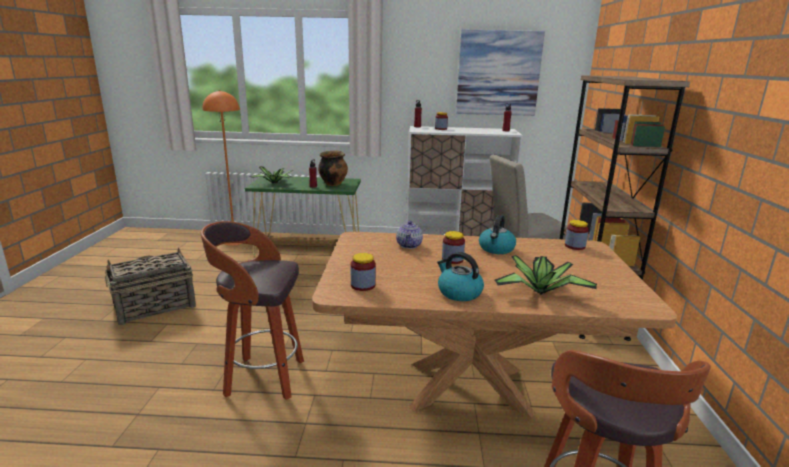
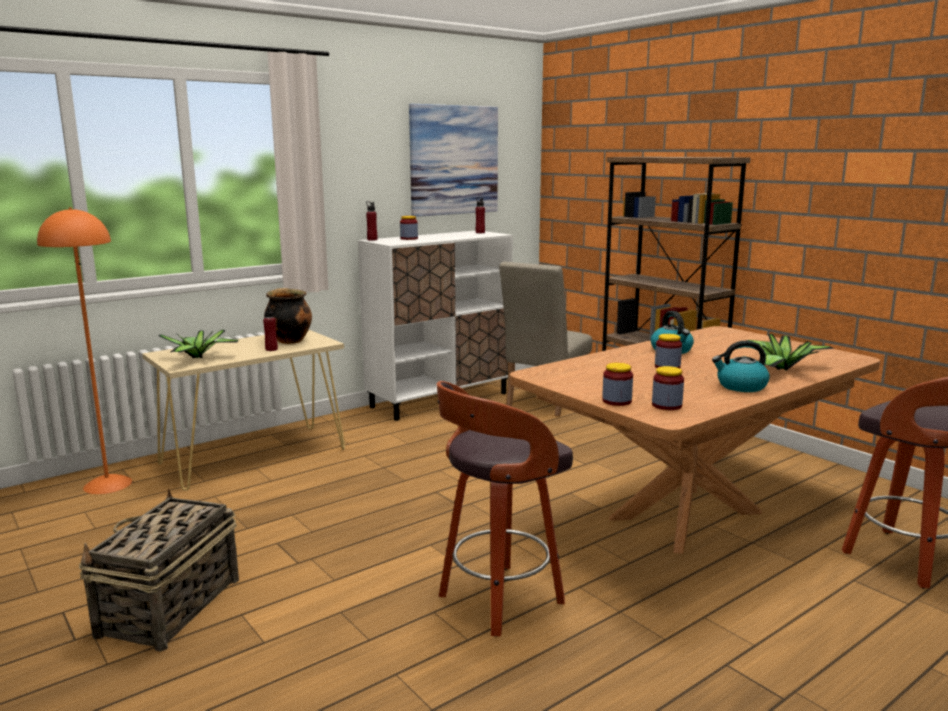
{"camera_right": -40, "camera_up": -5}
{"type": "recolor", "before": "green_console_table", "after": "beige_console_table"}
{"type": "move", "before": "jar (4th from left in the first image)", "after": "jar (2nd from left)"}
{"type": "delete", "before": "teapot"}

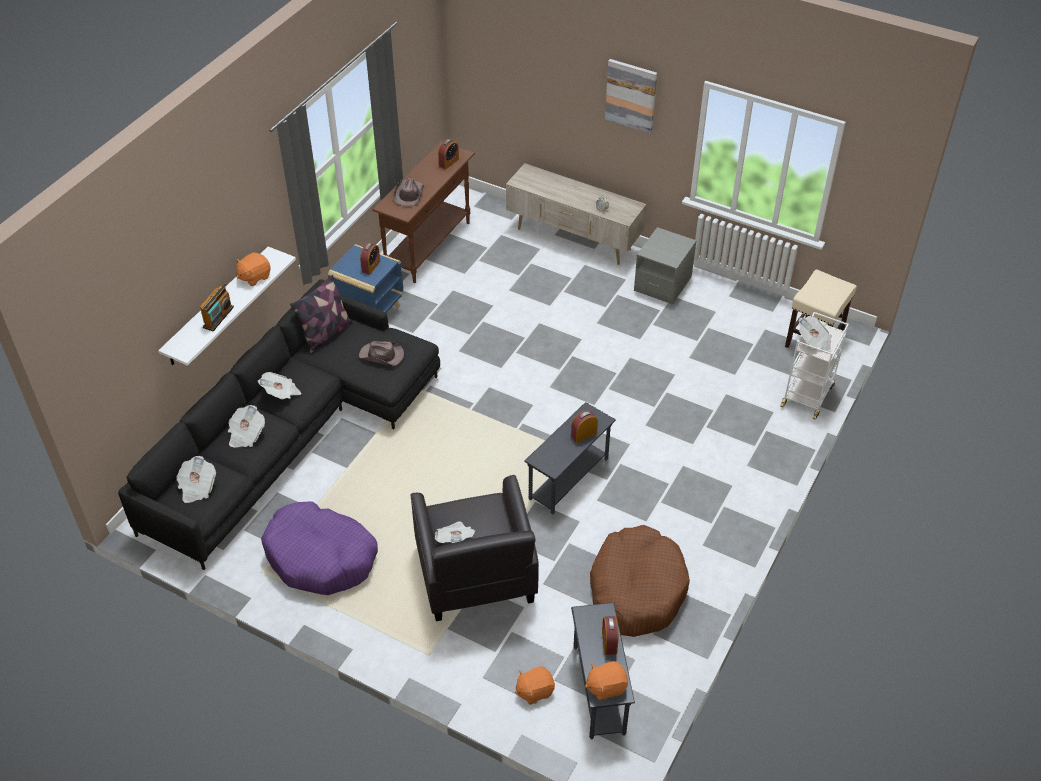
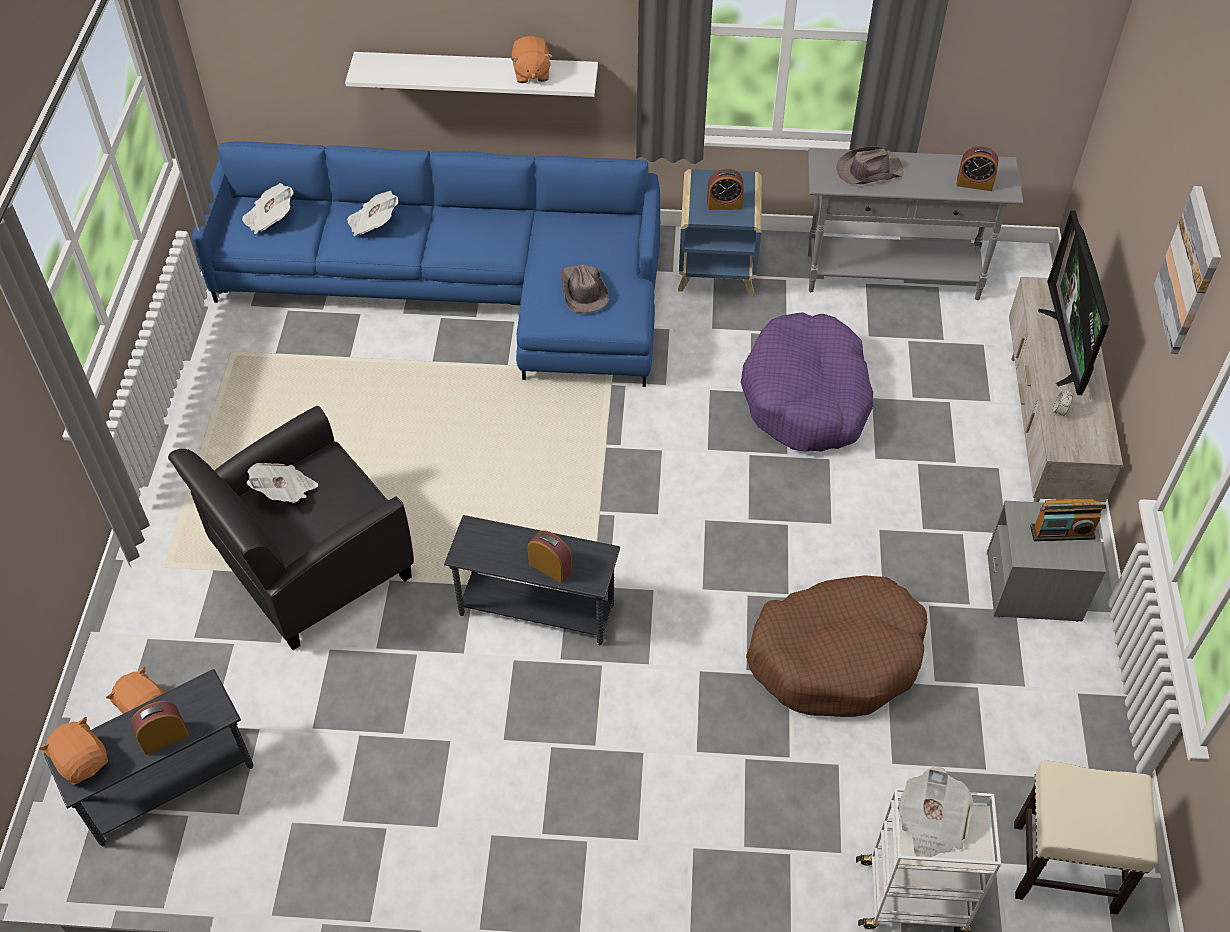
{"camera_right": 65, "camera_up": 5}
{"type": "recolor", "before": "black_sofa", "after": "blue_sofa"}
{"type": "rotate", "before": "orange_plush_toy (1st from left in the first image)", "turn": -120}
{"type": "move", "before": "purple_dog_bed"}
{"type": "move", "before": "brown_dog_bed"}
{"type": "recolor", "before": "brown_console_table", "after": "grey_console_table"}
{"type": "move", "before": "radio"}
{"type": "insert", "after": "television"}
{"type": "delete", "before": "newspaper (3rd from left)"}
{"type": "delete", "before": "pillow"}

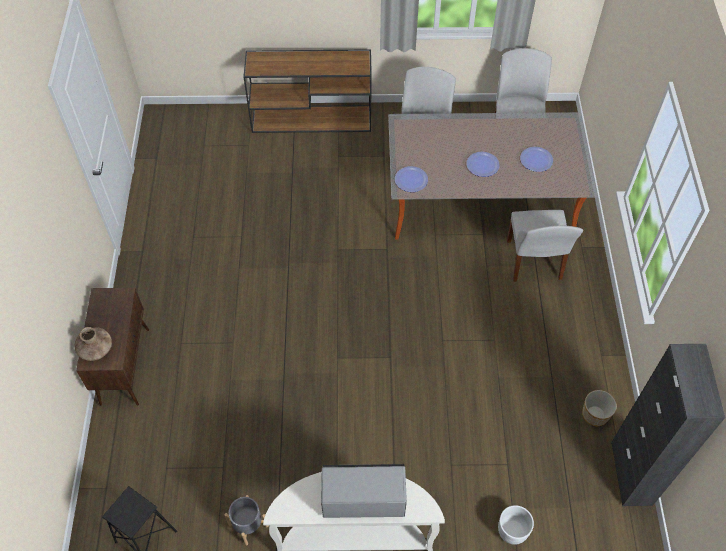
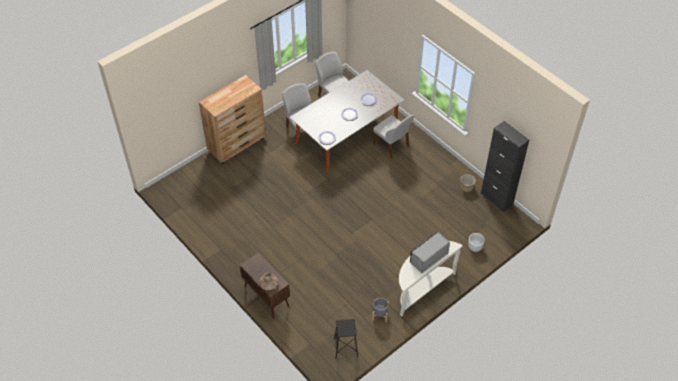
{"camera_right": -40, "camera_up": -5}
{"type": "replace", "before": "brown_console_table", "after": "brown_dresser"}

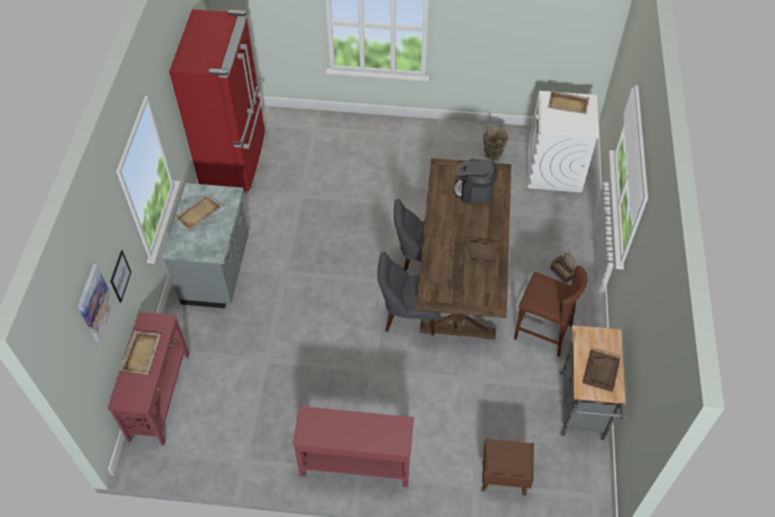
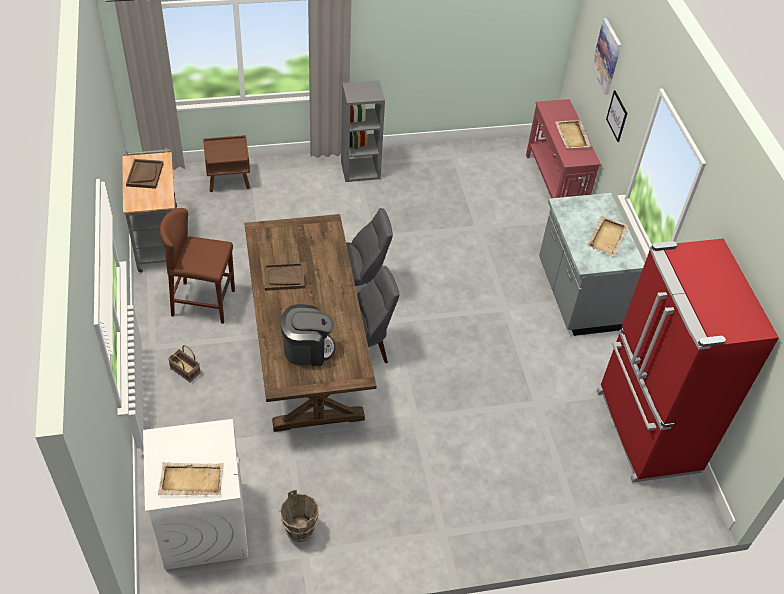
{"camera_right": 160, "camera_up": -5}
{"type": "replace", "before": "red_console_table (2nd from left)", "after": "grey_bookcase"}

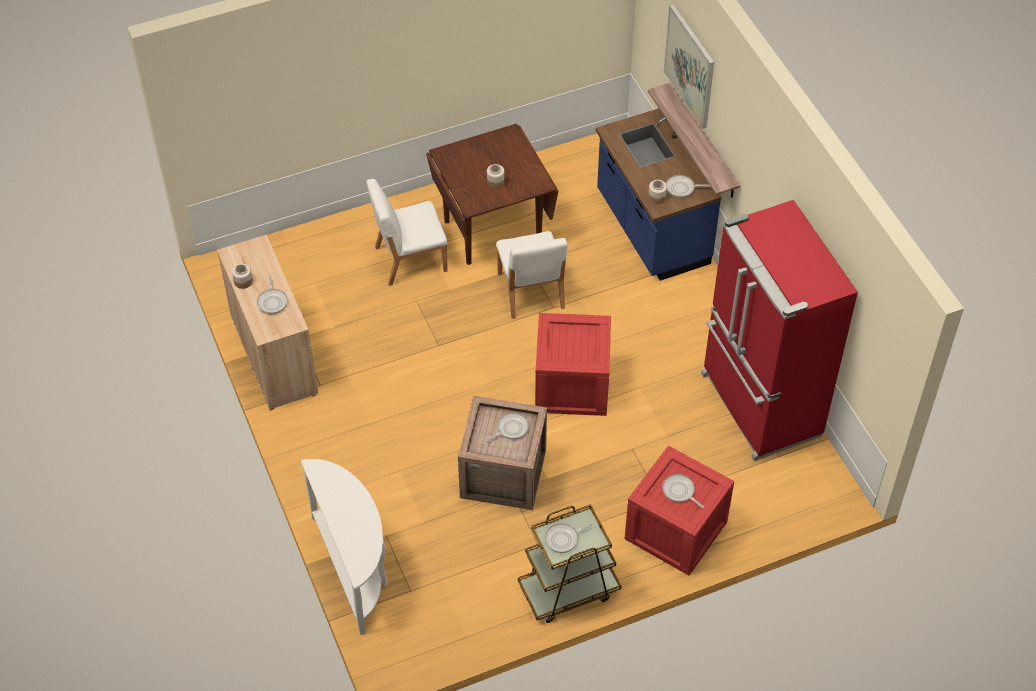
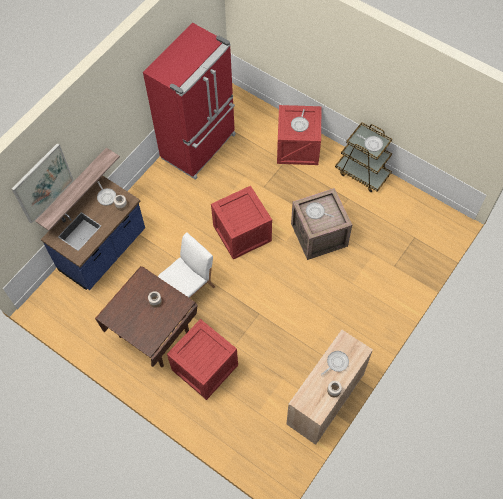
{"camera_right": -120, "camera_up": 10}
{"type": "replace", "before": "white_chair (1st from left)", "after": "crate (1st from left)"}
{"type": "delete", "before": "white_console_table"}

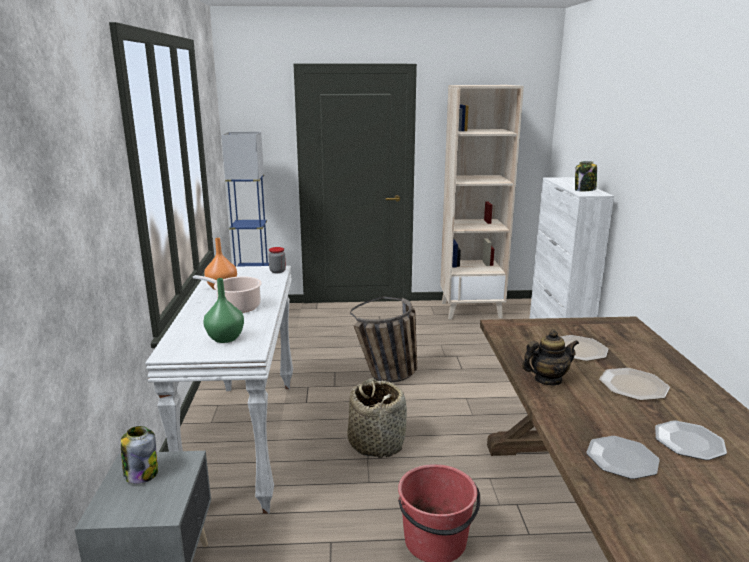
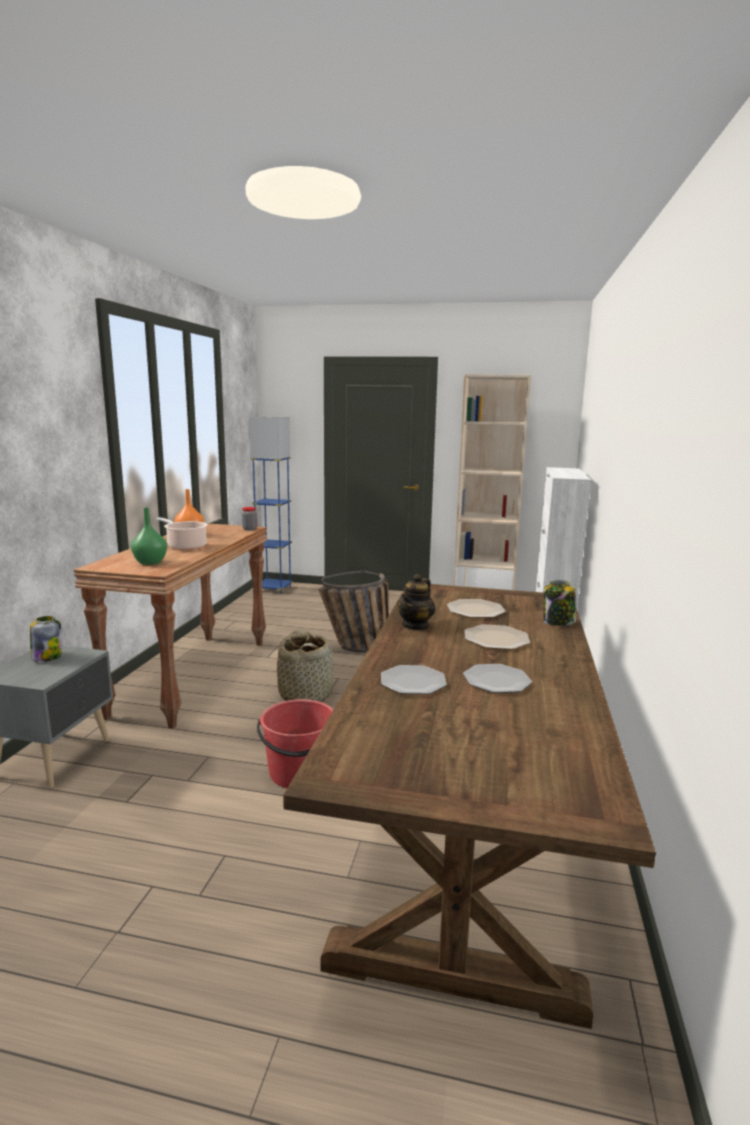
{"camera_right": 15, "camera_up": -5}
{"type": "recolor", "before": "white_console_table", "after": "brown_console_table"}
{"type": "rotate", "before": "teapot", "turn": 120}
{"type": "move", "before": "jar (3rd from left)"}

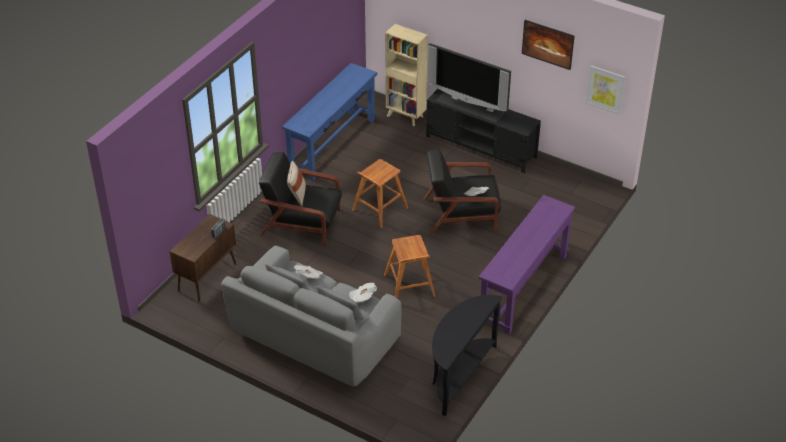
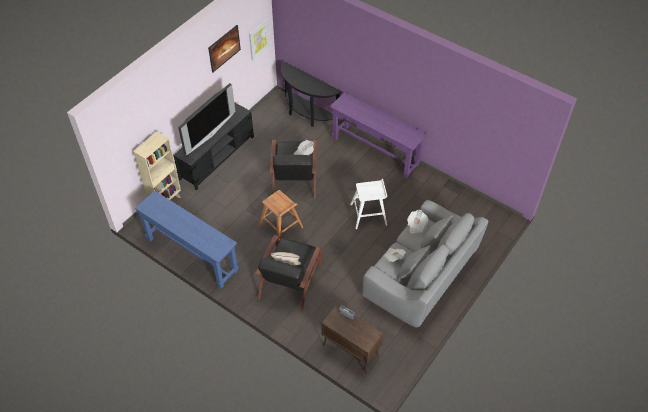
{"camera_right": -85, "camera_up": 10}
{"type": "move", "before": "black_console_table"}
{"type": "recolor", "before": "brown_stool (2nd from left)", "after": "white_stool"}

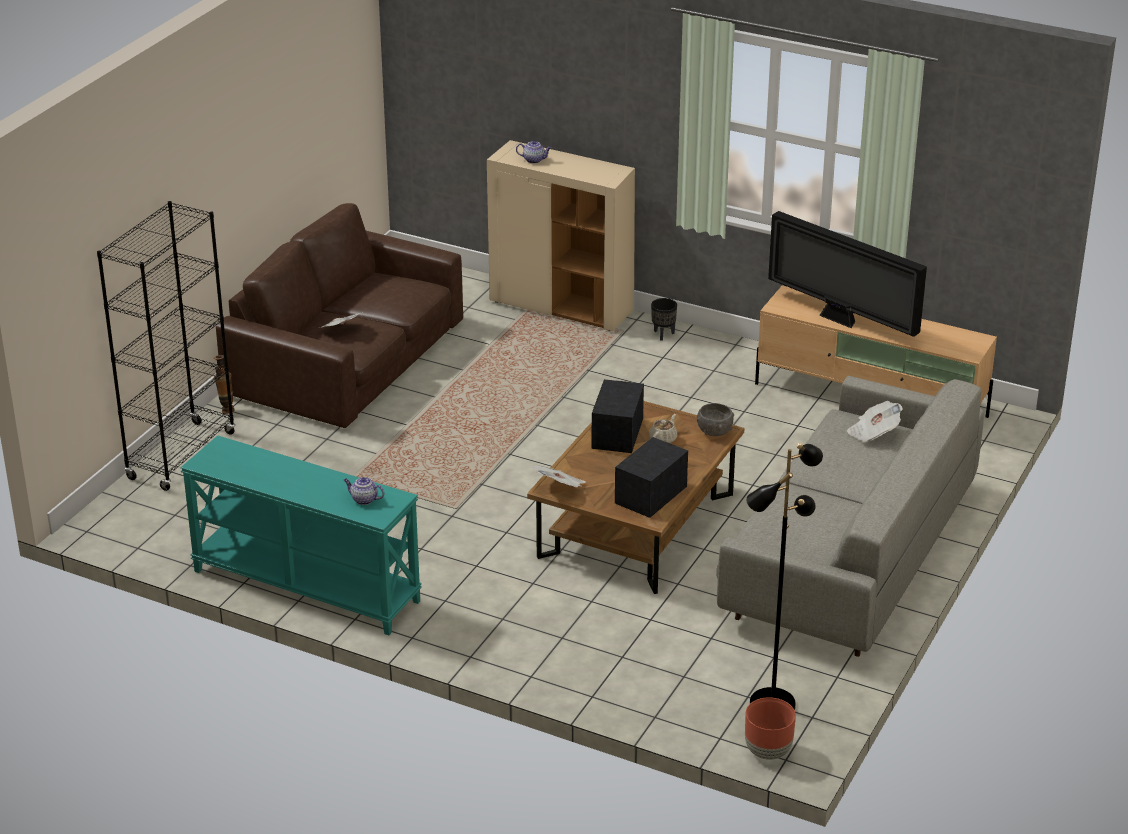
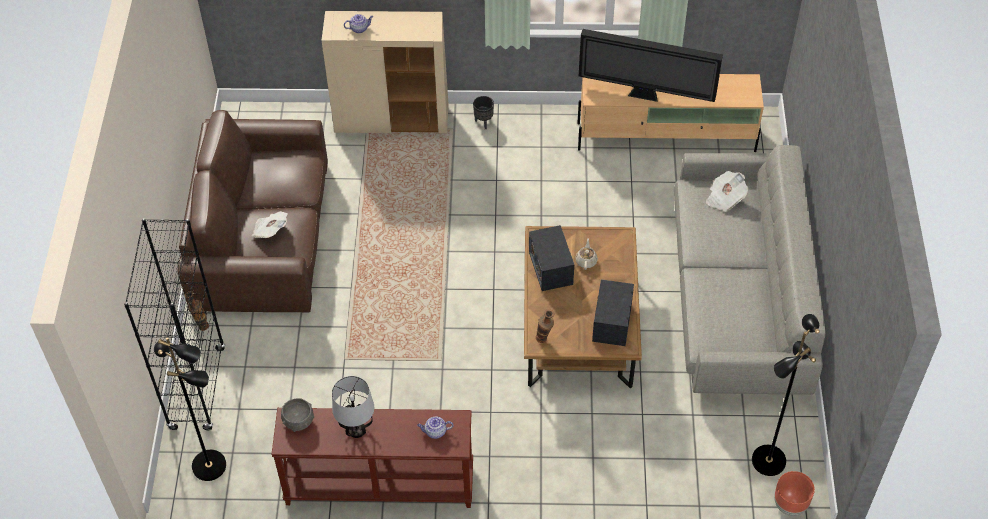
{"camera_right": -25, "camera_up": 20}
{"type": "insert", "after": "black_floor_lamp (1st from left)"}
{"type": "recolor", "before": "turquoise_console_table", "after": "brown_console_table"}
{"type": "move", "before": "grey_bowl"}
{"type": "insert", "after": "table_lamp"}
{"type": "replace", "before": "newspaper (2nd from left)", "after": "vase (2nd from left)"}

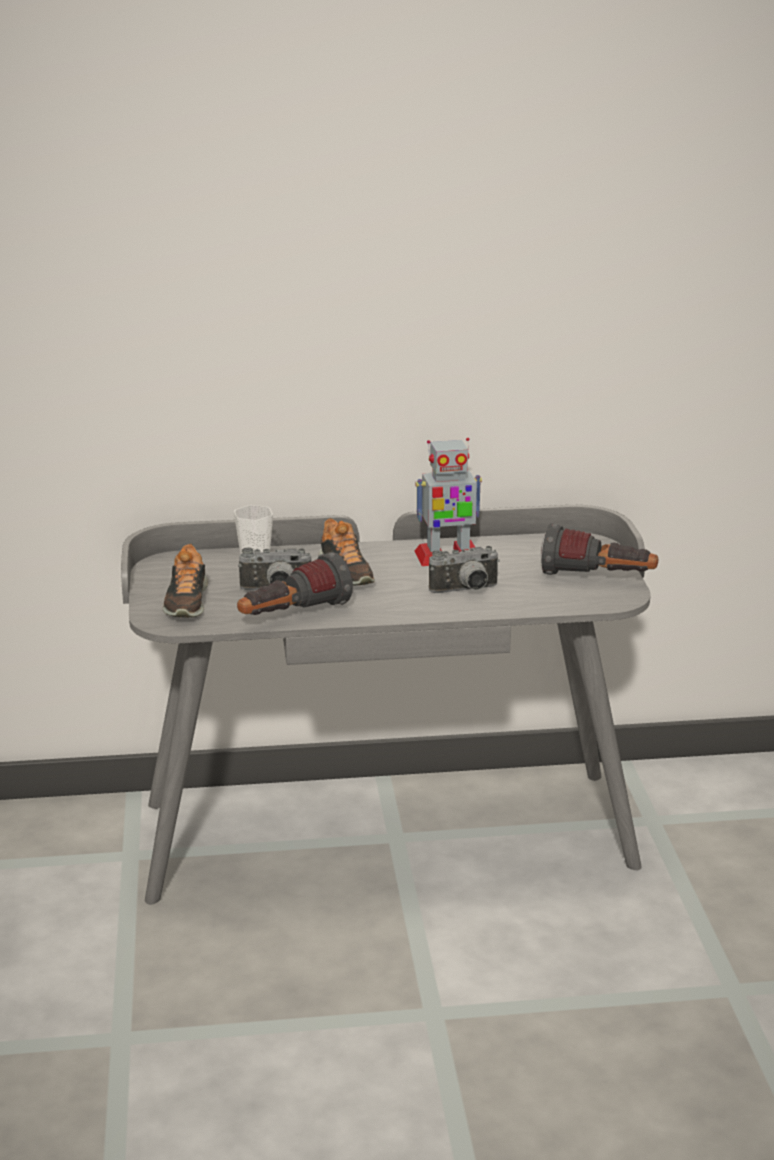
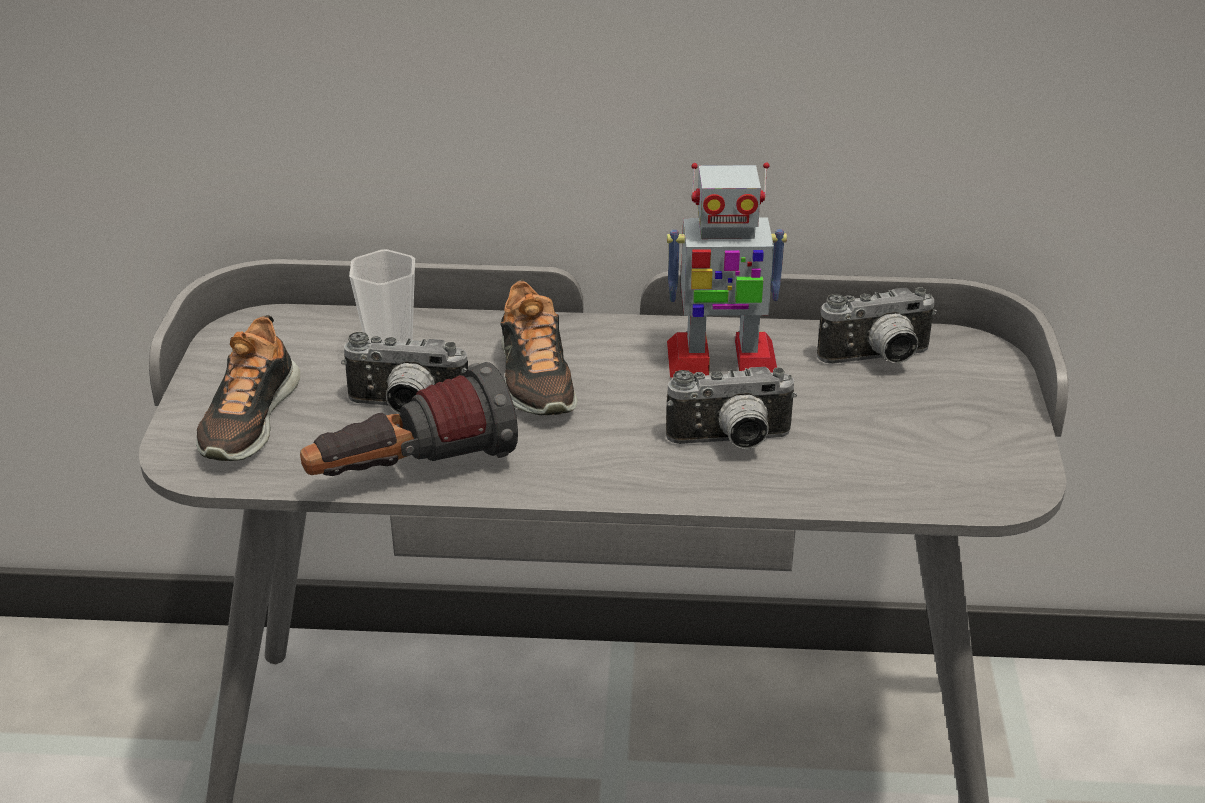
{"camera_right": 10, "camera_up": 10}
{"type": "insert", "after": "photo_camera (3rd from left)"}
{"type": "delete", "before": "flashlight (2nd from left)"}

